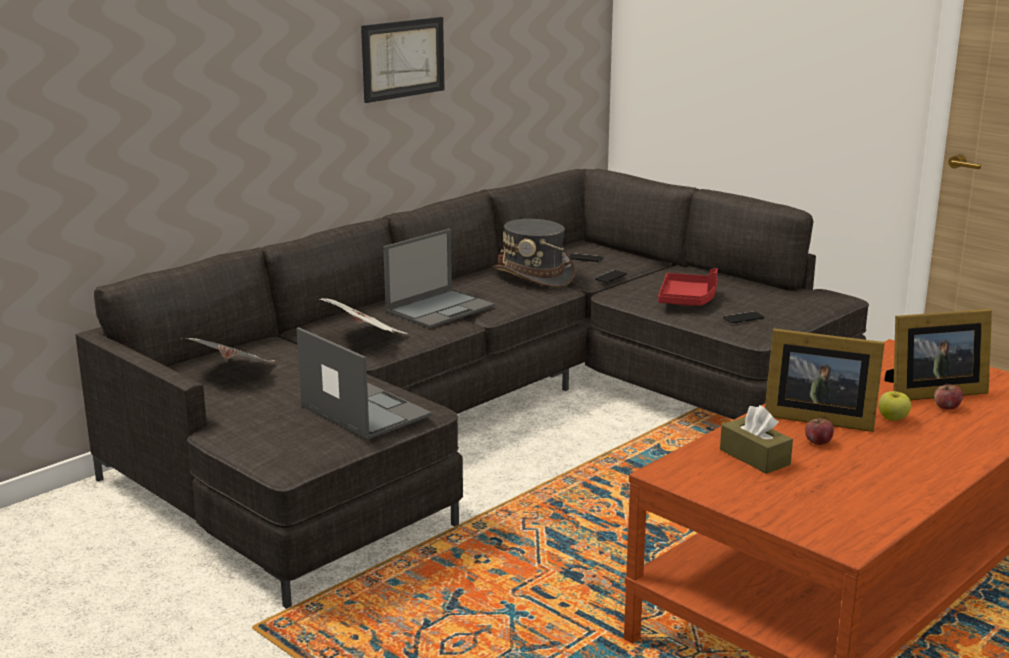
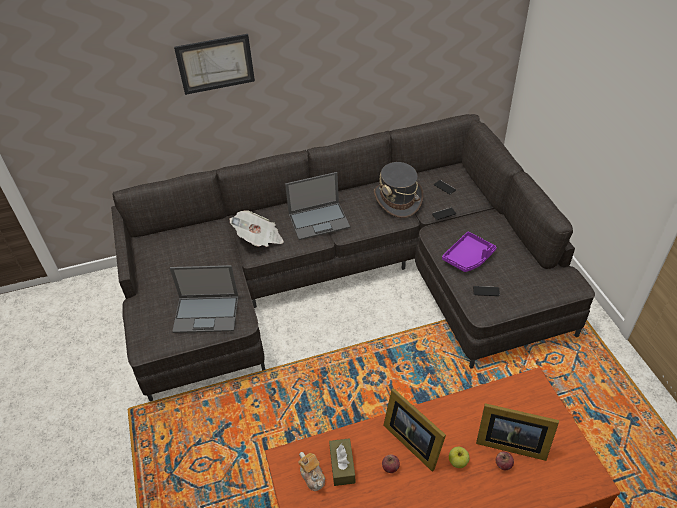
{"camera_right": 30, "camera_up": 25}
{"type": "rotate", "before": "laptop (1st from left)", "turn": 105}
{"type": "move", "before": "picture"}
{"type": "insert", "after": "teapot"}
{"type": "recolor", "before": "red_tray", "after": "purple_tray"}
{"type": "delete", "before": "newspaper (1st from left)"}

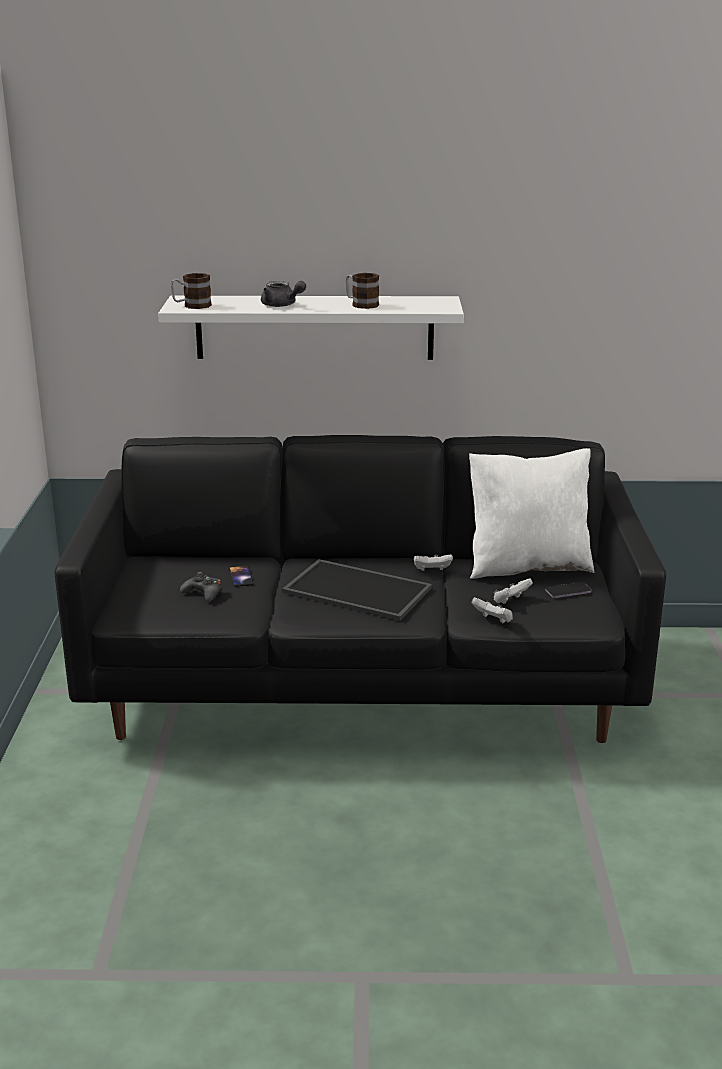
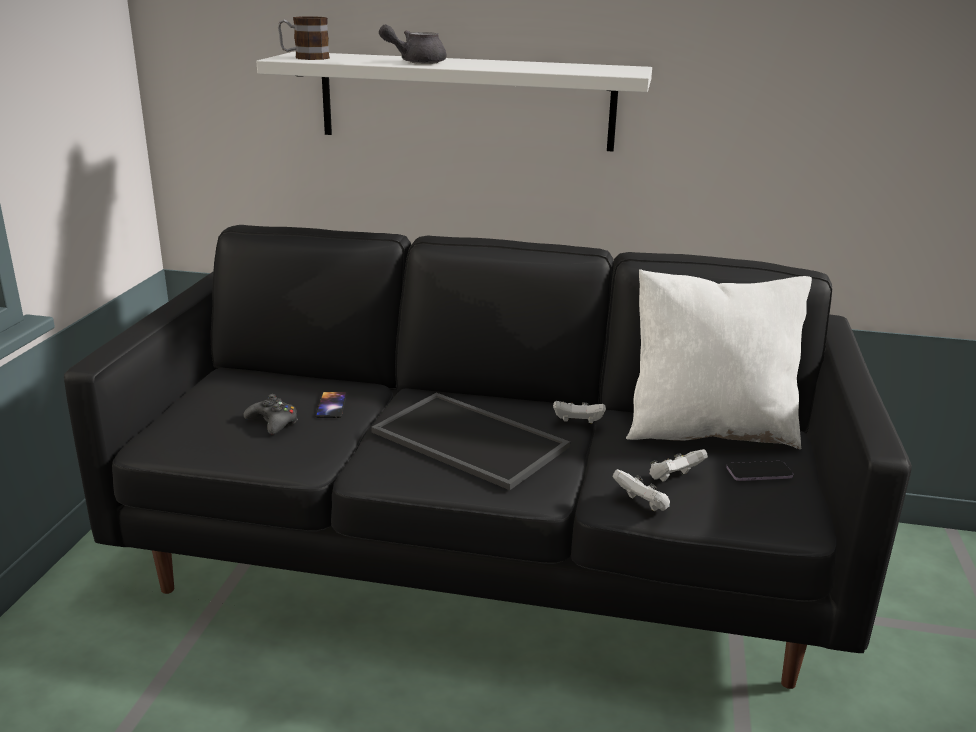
{"camera_right": 10, "camera_up": 0}
{"type": "rotate", "before": "grey_teapot", "turn": 105}
{"type": "delete", "before": "mug (2nd from left)"}

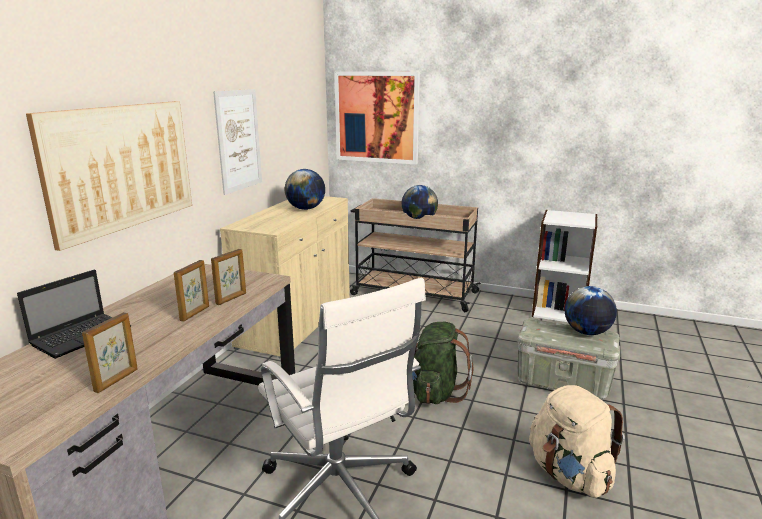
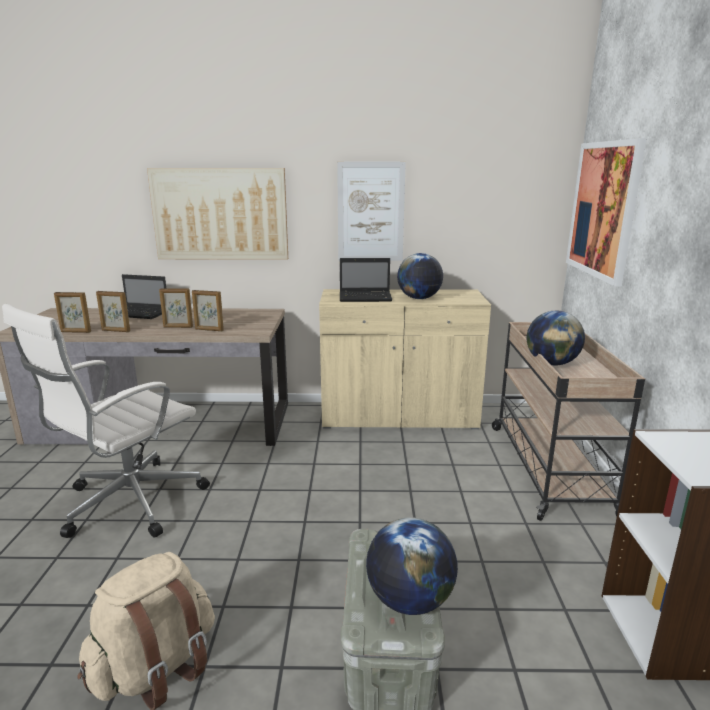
{"camera_right": 70, "camera_up": 0}
{"type": "insert", "after": "picture_frame (2nd from left)"}
{"type": "insert", "after": "laptop (2nd from left)"}
{"type": "delete", "before": "green_backpack"}

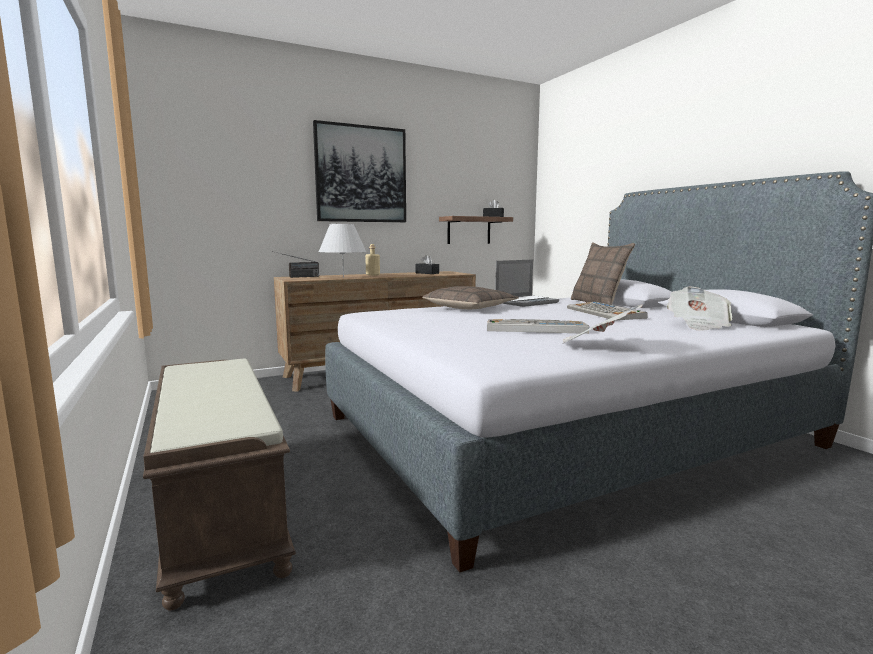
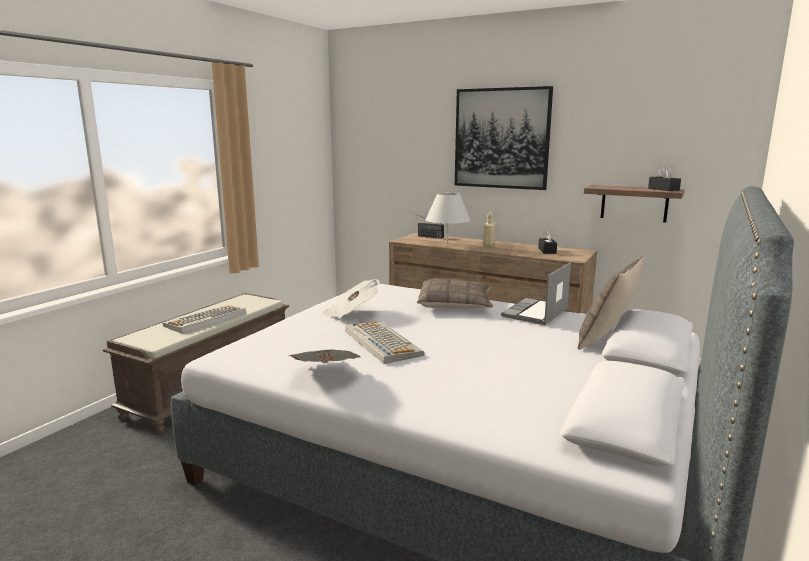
{"camera_right": 55, "camera_up": 5}
{"type": "move", "before": "keyboard (2nd from left in the first image)", "after": "keyboard (1st from left)"}
{"type": "move", "before": "newspaper (2nd from left)"}
{"type": "rotate", "before": "laptop", "turn": 105}

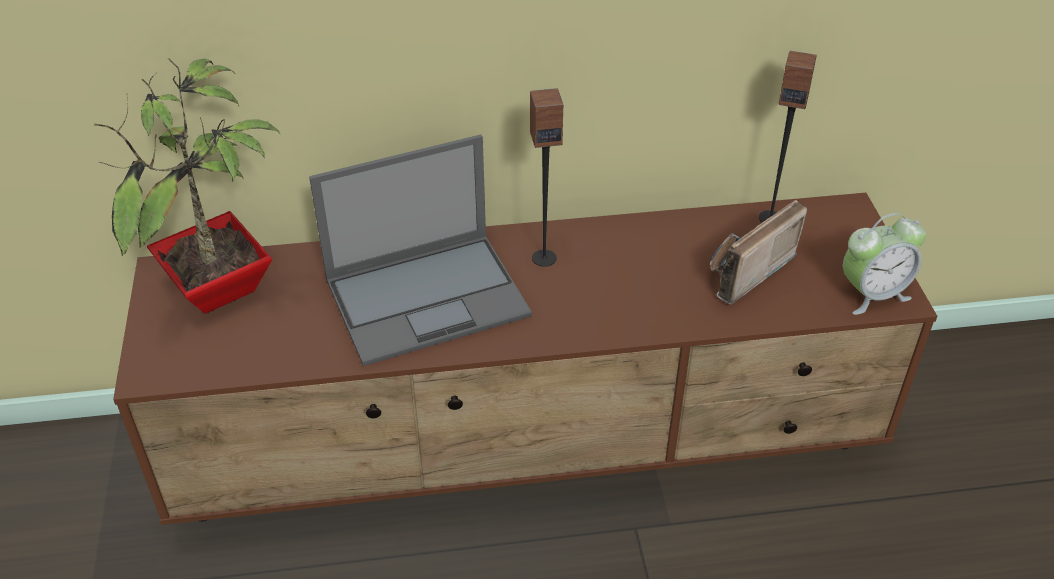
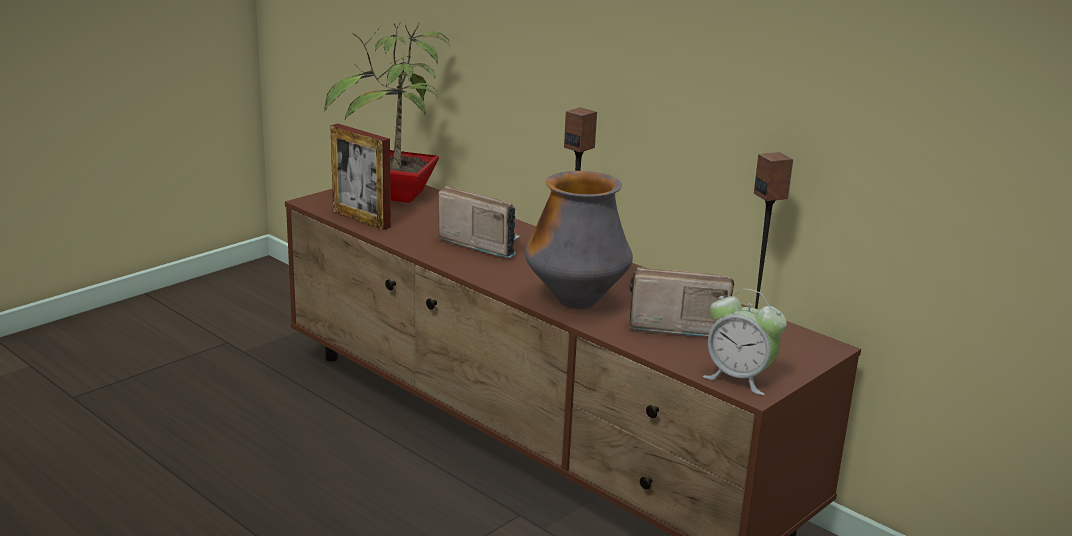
{"camera_right": 50, "camera_up": -20}
{"type": "insert", "after": "picture_frame"}
{"type": "replace", "before": "laptop", "after": "radio (1st from left)"}
{"type": "insert", "after": "vase"}

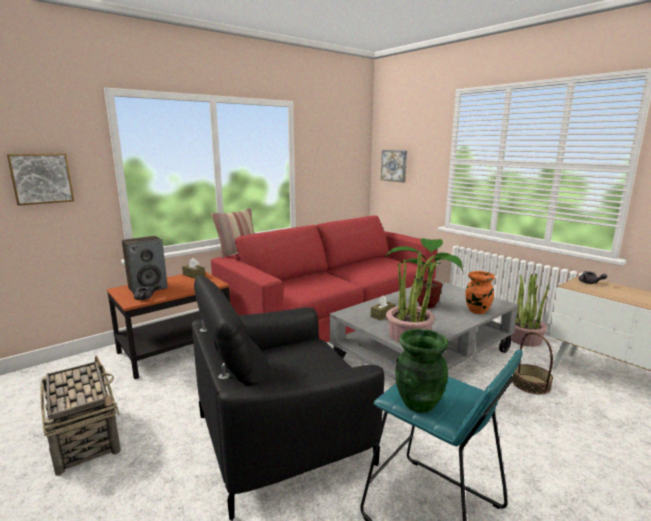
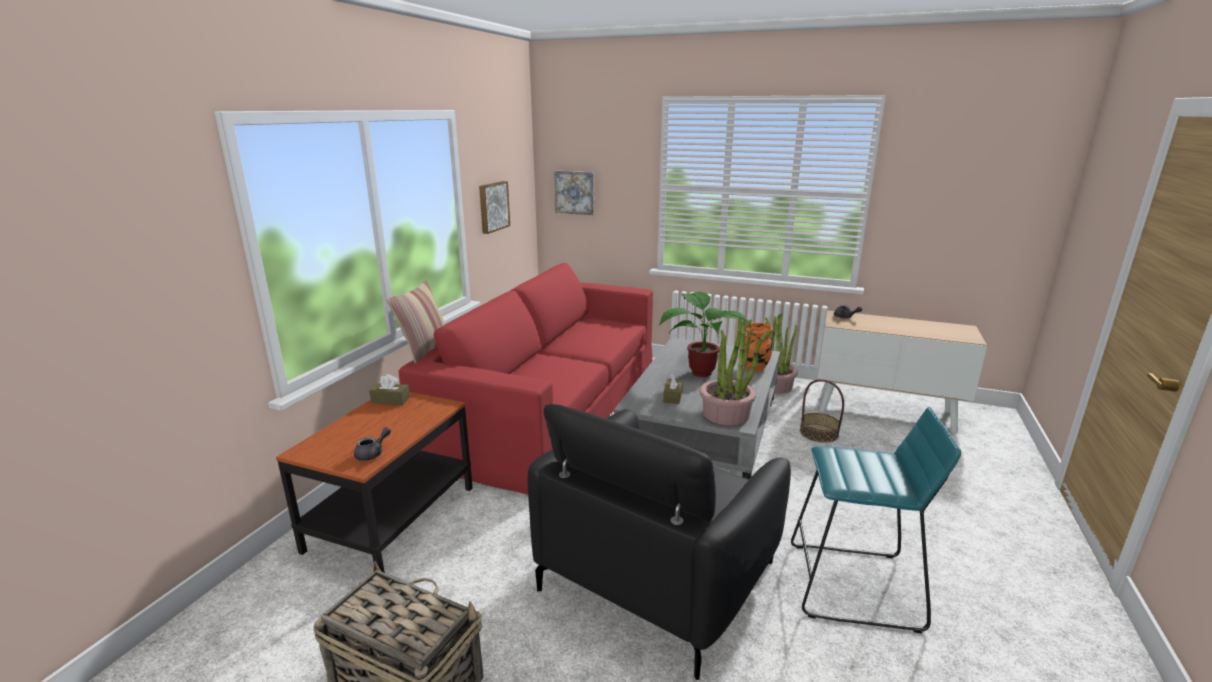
{"camera_right": -30, "camera_up": 5}
{"type": "move", "before": "picture (1st from left)"}
{"type": "delete", "before": "speaker"}
{"type": "delete", "before": "green_vase"}

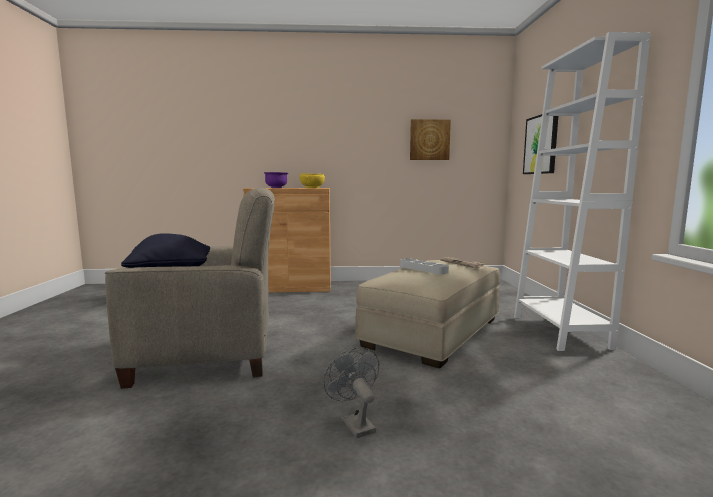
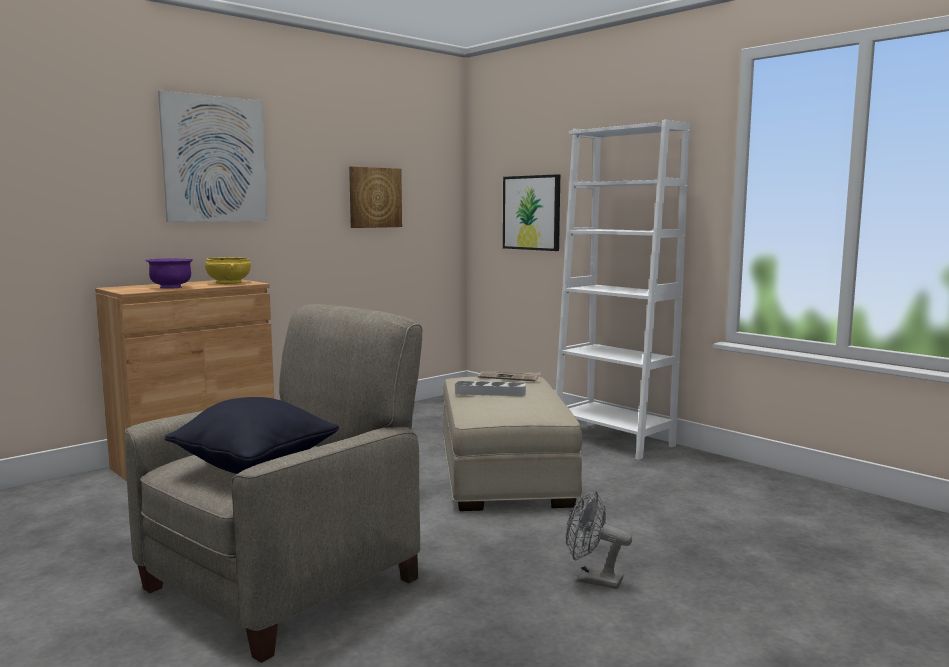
{"camera_right": -40, "camera_up": 0}
{"type": "insert", "after": "picture (1st from left)"}

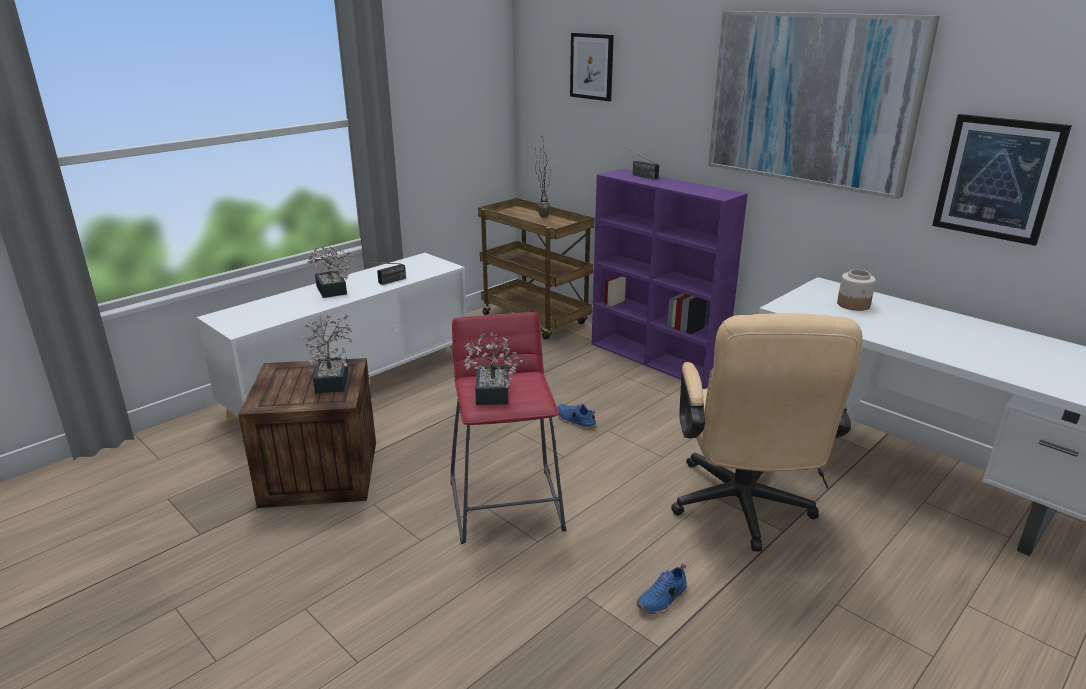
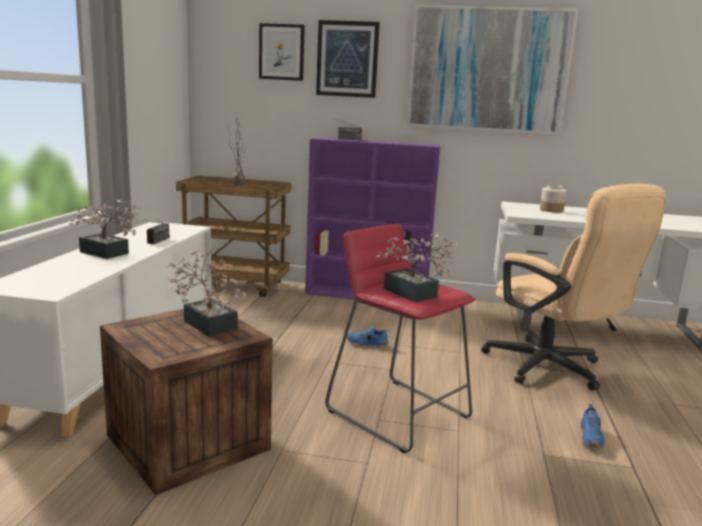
{"camera_right": -35, "camera_up": -10}
{"type": "move", "before": "picture (3rd from left in the first image)", "after": "picture (2nd from left)"}

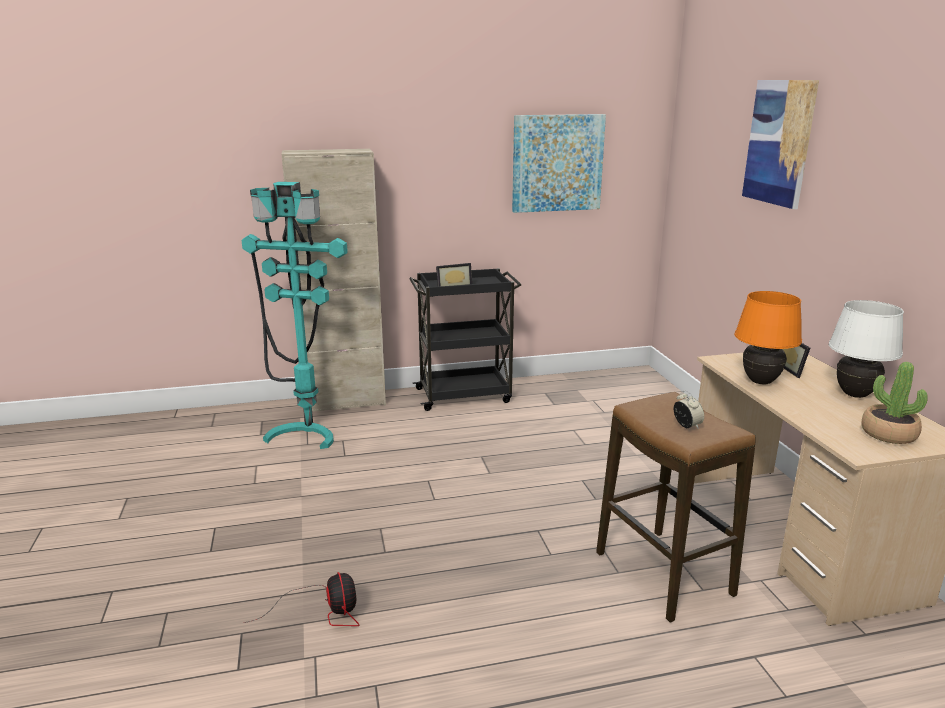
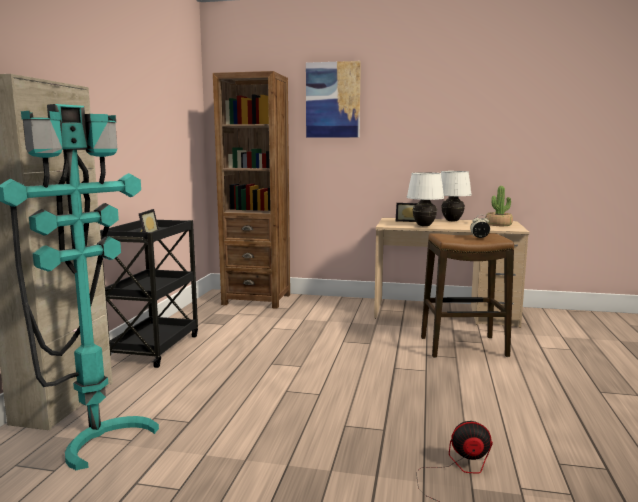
{"camera_right": -65, "camera_up": -10}
{"type": "insert", "after": "brown_bookcase"}
{"type": "recolor", "before": "orange_table_lamp", "after": "white_table_lamp (1st from left)"}
{"type": "delete", "before": "picture (1st from left)"}

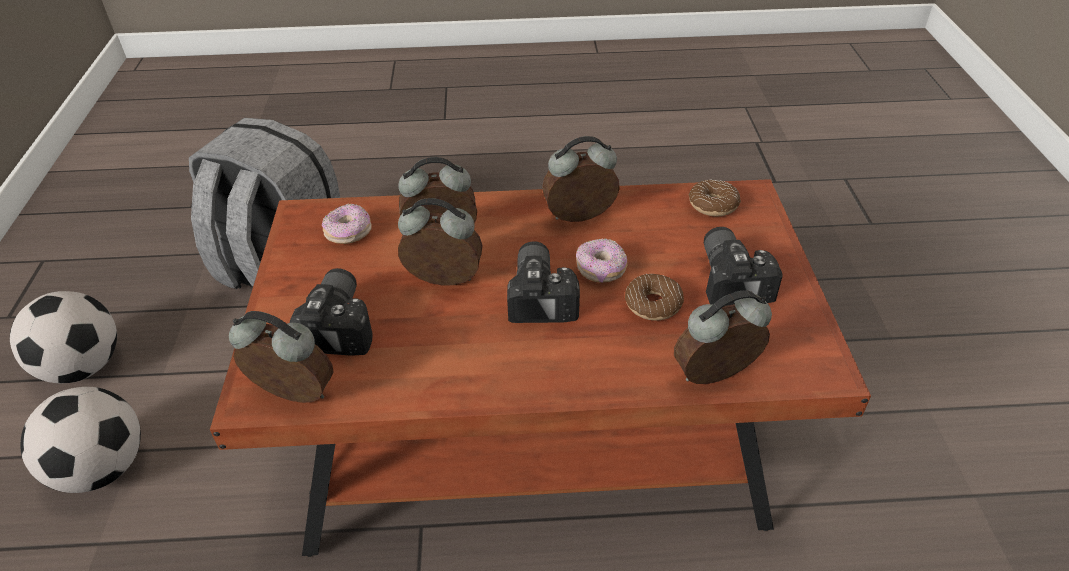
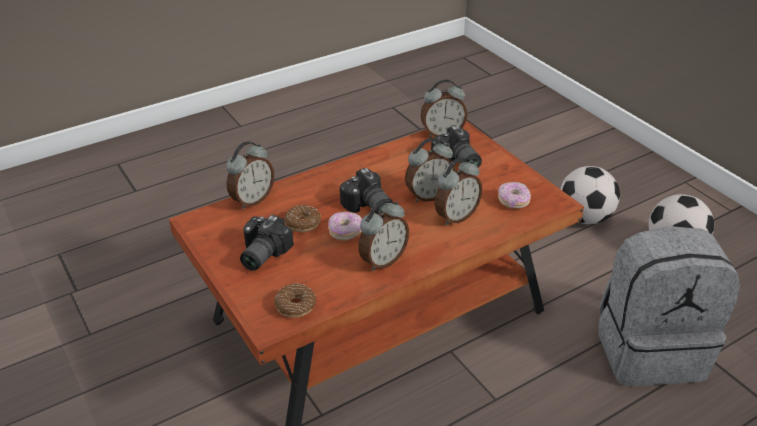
{"camera_right": 150, "camera_up": -5}
{"type": "rotate", "before": "photo_camera (3rd from left in the first image)", "turn": 60}

